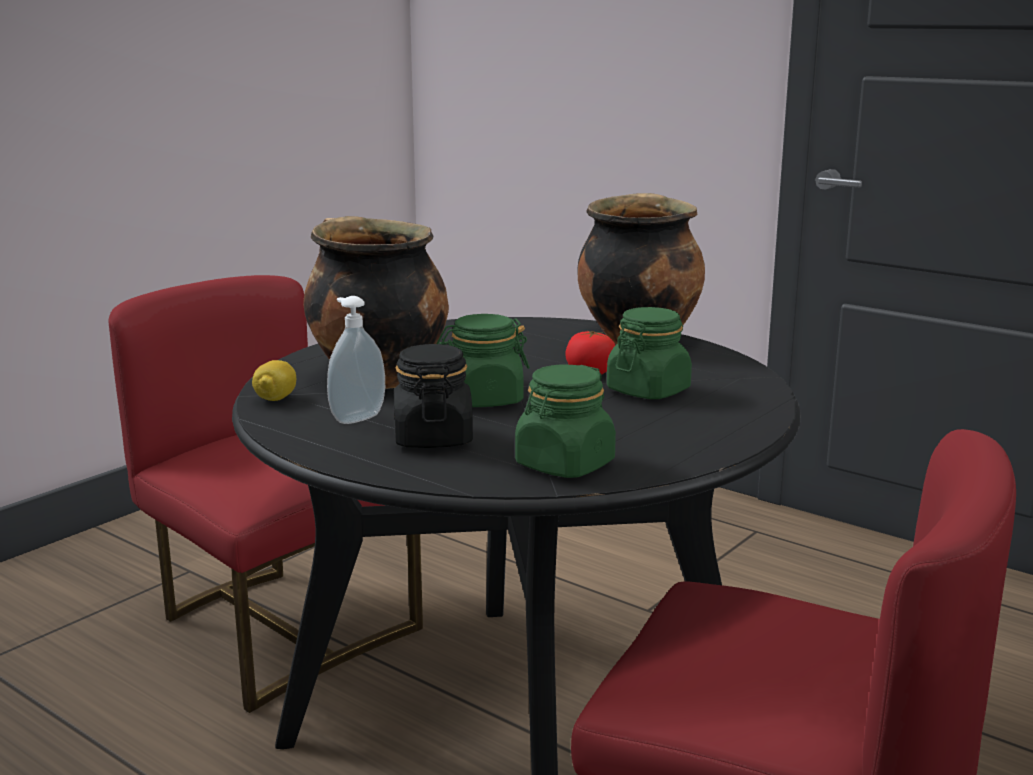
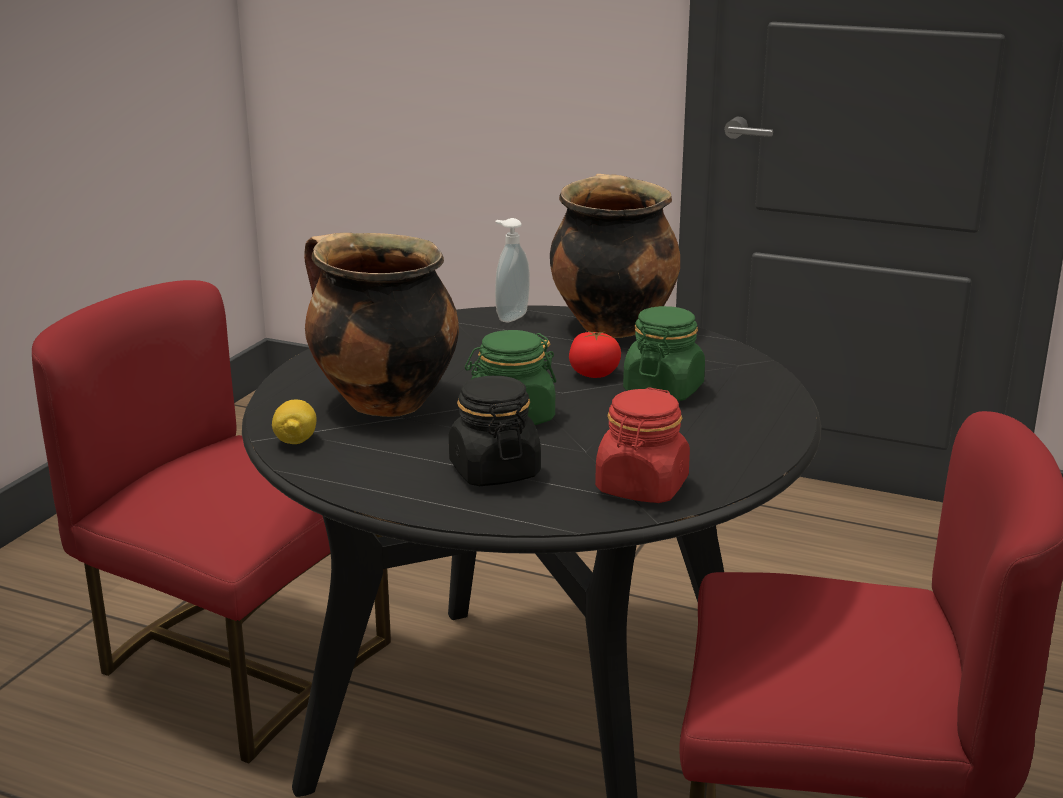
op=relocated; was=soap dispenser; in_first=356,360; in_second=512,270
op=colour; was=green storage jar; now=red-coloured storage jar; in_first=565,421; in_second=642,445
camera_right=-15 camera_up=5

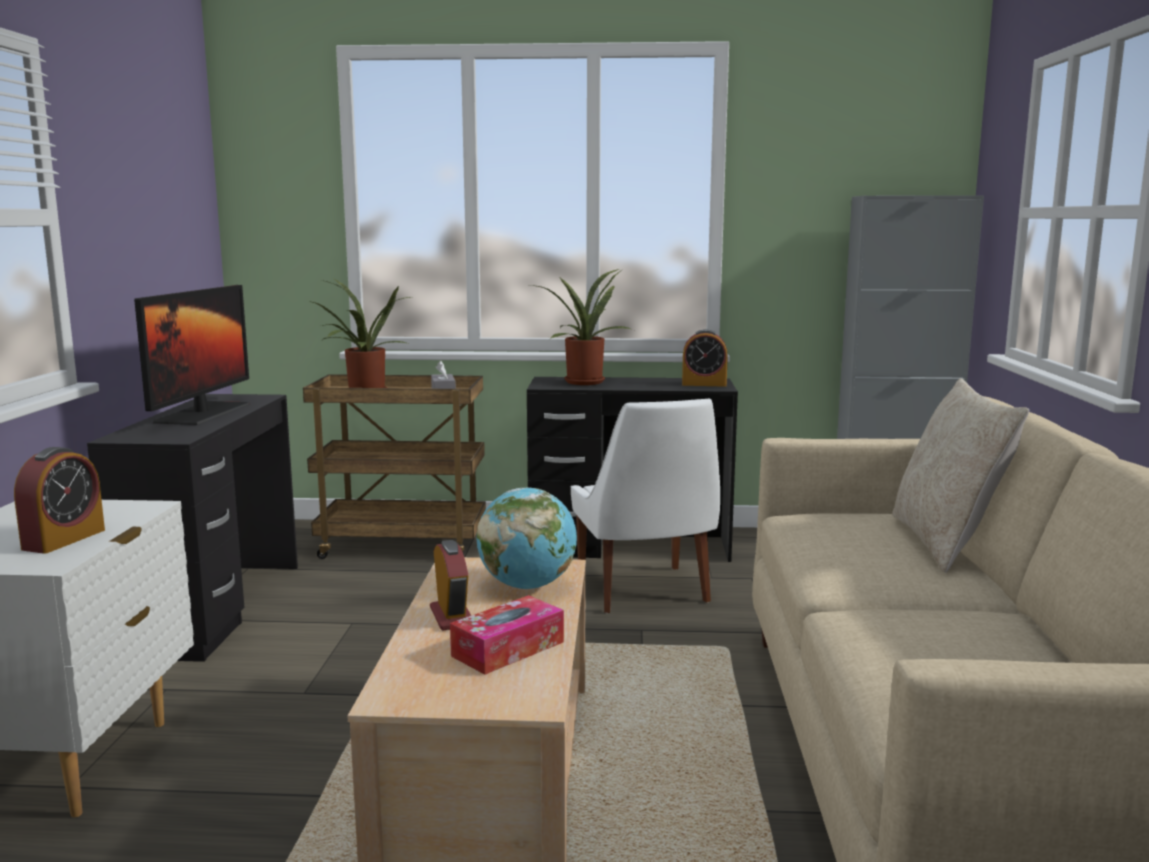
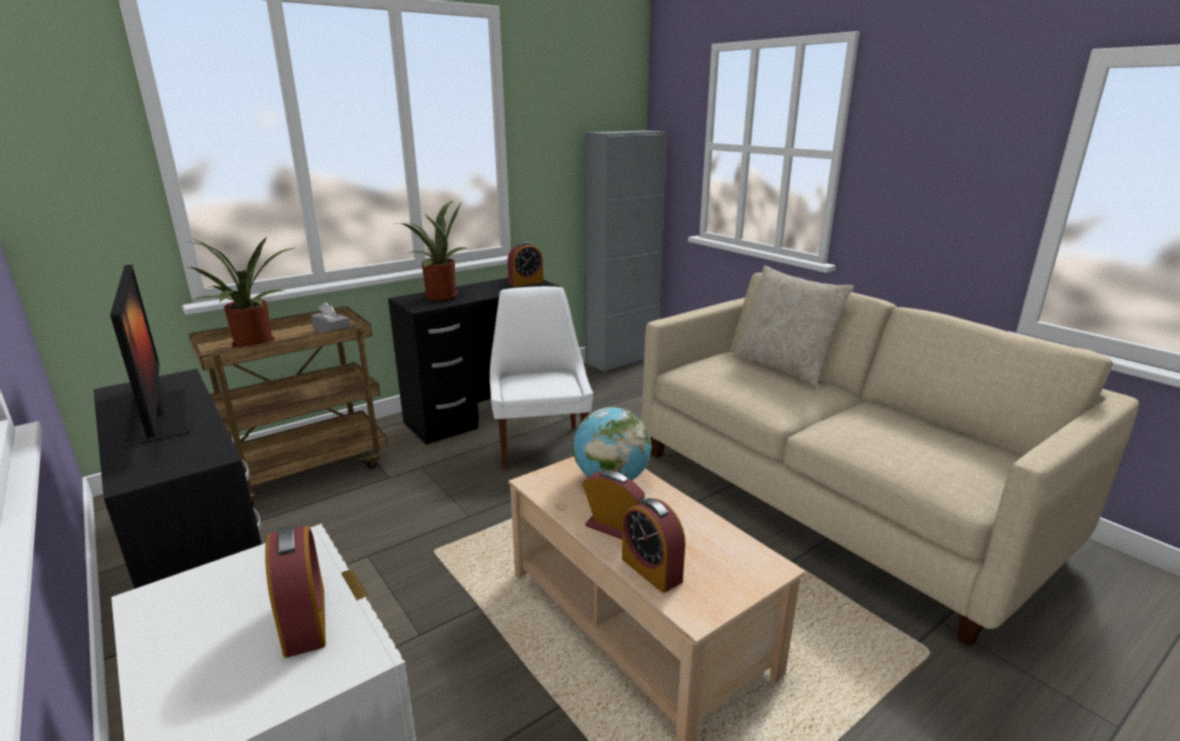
op=spun; was=whitish upright chair; in_first=645,506; in_second=541,377; clockwise=-135
op=missing; was=box of tissues; in_first=507,635
op=appeared; now=alarm clock; in_second=653,545
camera_right=-40 camera_up=10

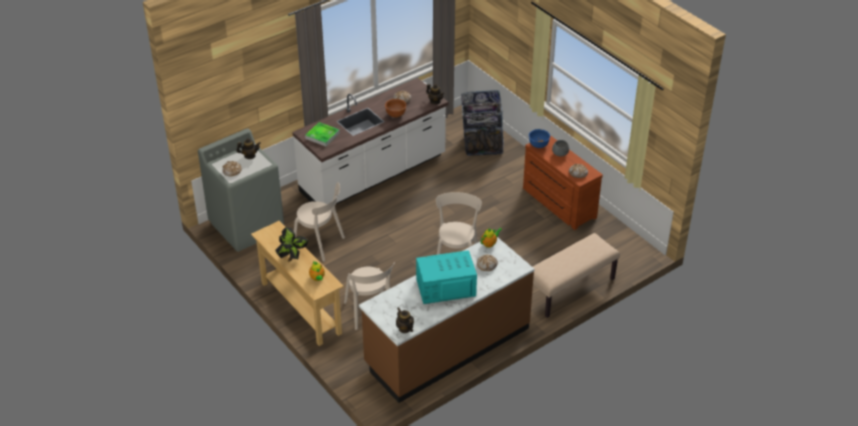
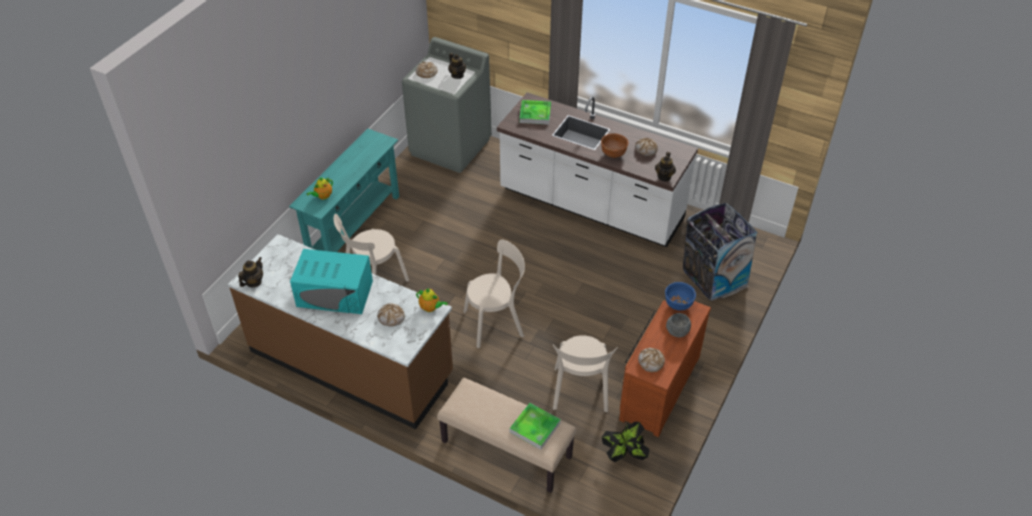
op=relocated; was=beige upright chair; in_first=319,221; in_second=585,373
op=colour; was=beige narrow table; now=turquoise-coloured narrow table; in_first=297,283; in_second=344,190
op=relocated; was=plant in a pot; in_first=291,244; in_second=625,442
op=spun; was=turquoise-coloured microwave oven; in_first=446,277; in_second=331,281; clockwise=135
op=appeared; now=serving tray; in_second=535,426
camera_right=65 camera_up=5

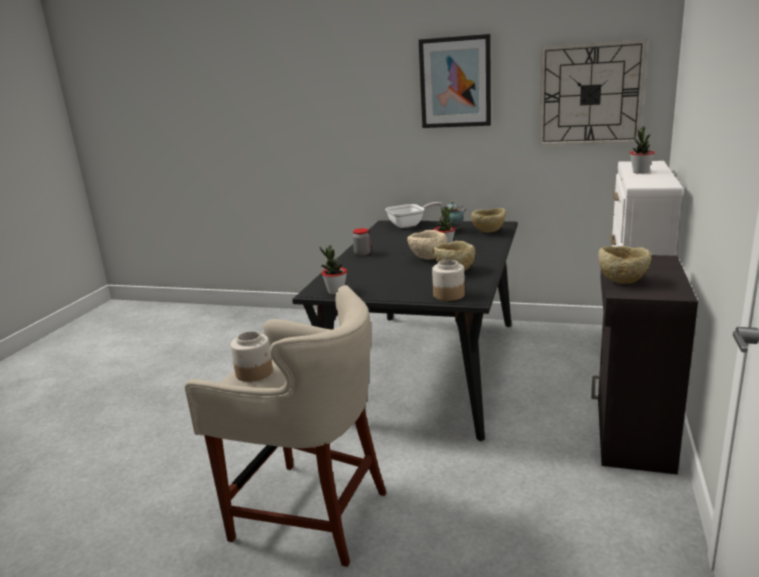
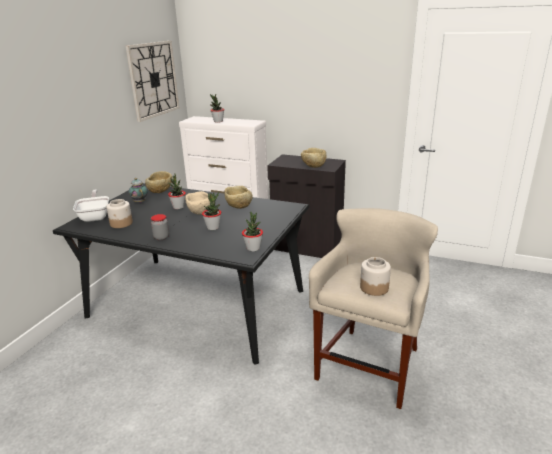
op=missing; was=wall art; in_first=455,81
op=relocated; was=storage jar; in_first=448,280; in_second=119,213
op=appeared; now=plant in a pot; in_second=211,211
camera_right=-85 camera_up=5

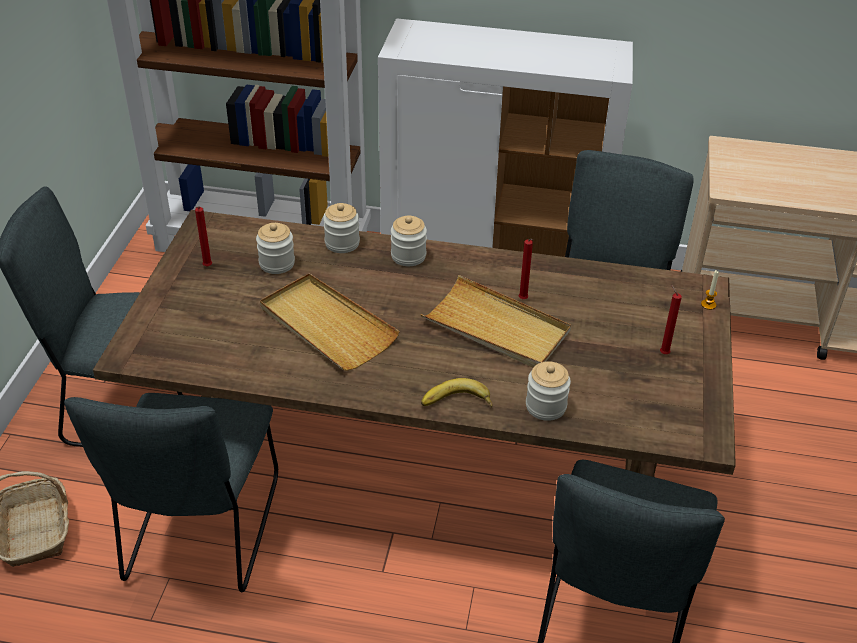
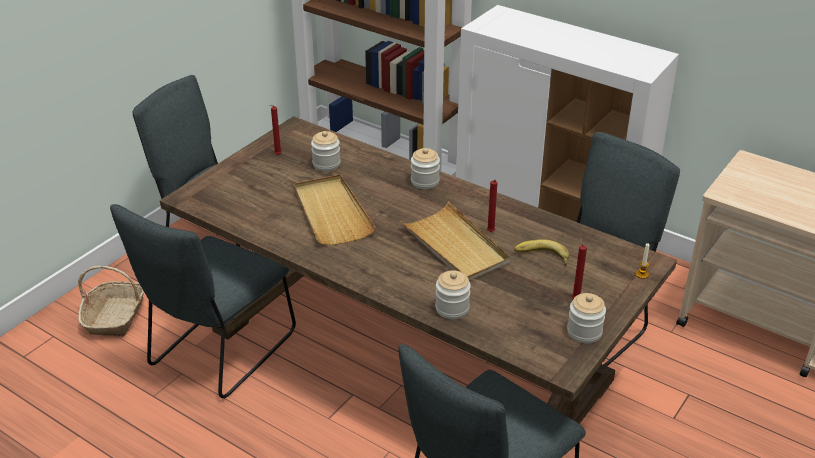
op=relocated; was=storage jar; in_first=341,228; in_second=586,318
op=relocated; was=whole banana; in_first=457,393; in_second=541,252
camera_right=25 camera_up=-5

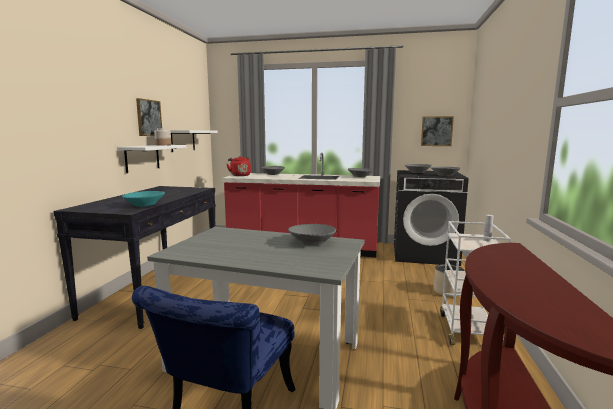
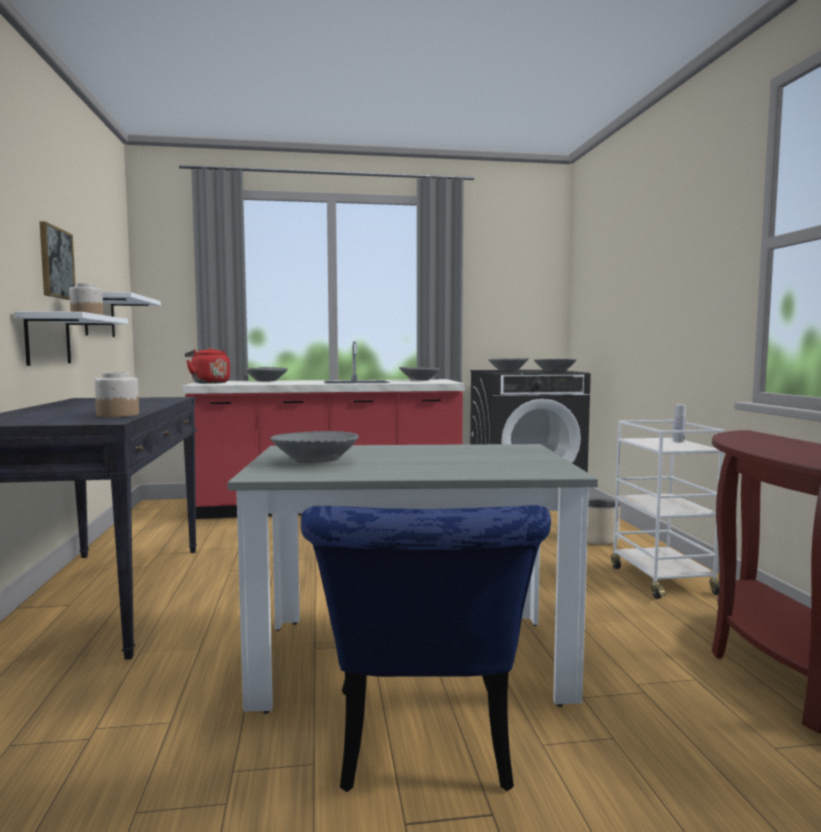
op=missing; was=wall art; in_first=437,131
op=exchanged; was=turquoise-coloured bowl; now=storage jar; in_first=143,199; in_second=117,394
op=relocated; was=grey bowl; in_first=312,234; in_second=314,447
camera_right=-20 camera_up=-5

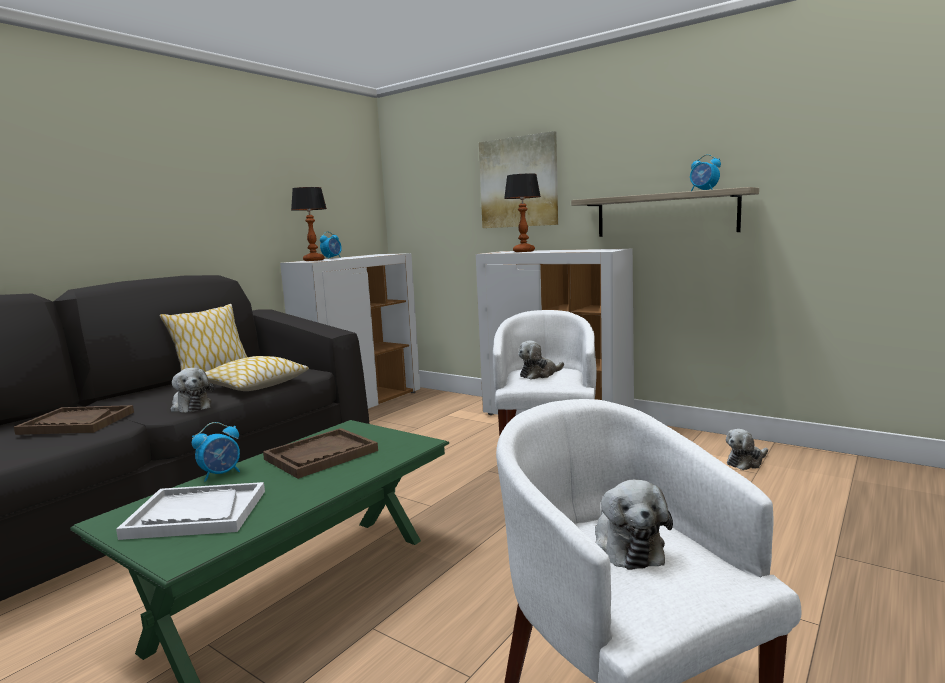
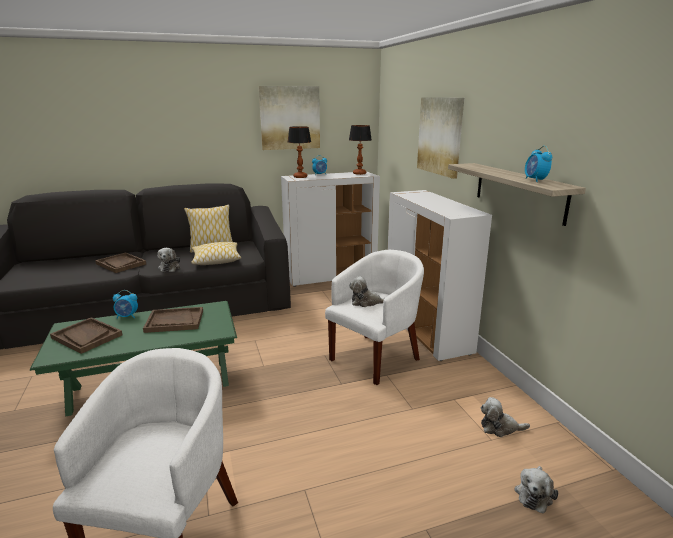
op=relocated; was=tabletop lamp; in_first=522,212; in_second=360,150
op=relocated; was=plush toy; in_first=634,525; in_second=536,490
op=colour; was=whitish serving tray; now=brown-coloured serving tray; in_first=190,511; in_second=86,335
op=appeared; now=wall art; in_second=289,118
camera_right=35 camera_up=10

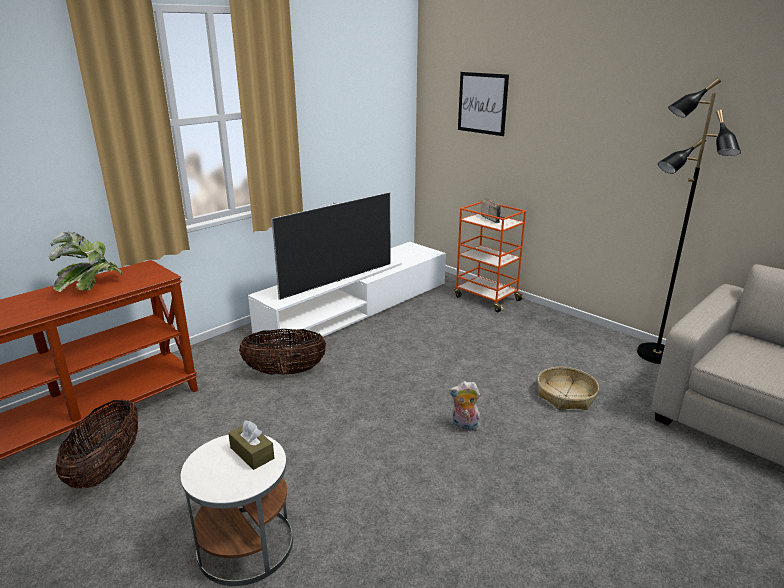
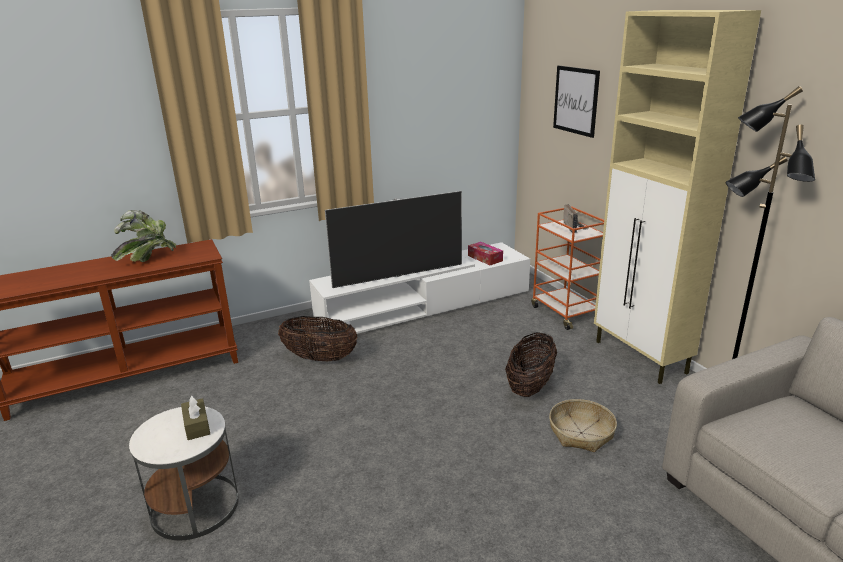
op=missing; was=plush toy; in_first=464,406
op=relocated; was=storage basket; in_first=97,444; in_second=531,364
op=appeared; now=beige cupboard; in_second=677,197
op=appeared; now=box of tissues; in_second=485,253
camera_right=20 camera_up=0

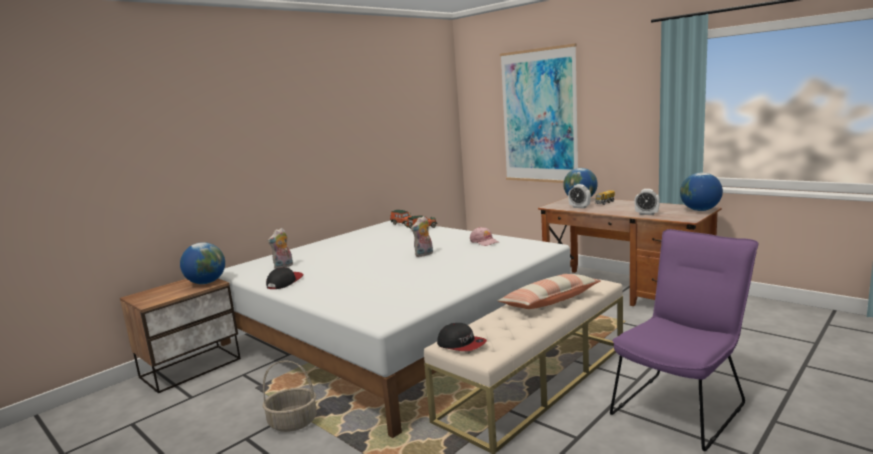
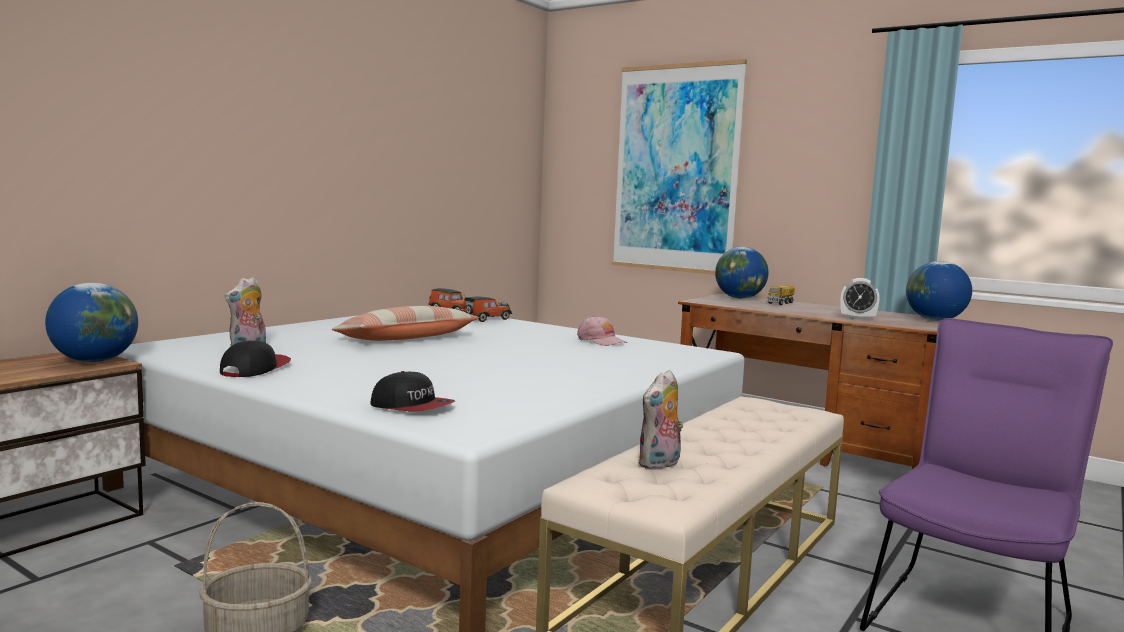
op=missing; was=alarm clock; in_first=579,196
op=relocated; was=plush toy; in_first=422,236; in_second=660,420
op=relocated; was=pillow; in_first=549,291; in_second=405,323
op=relocated; was=baseball cap; in_first=462,337; in_second=413,391
camera_right=-10 camera_up=-5

